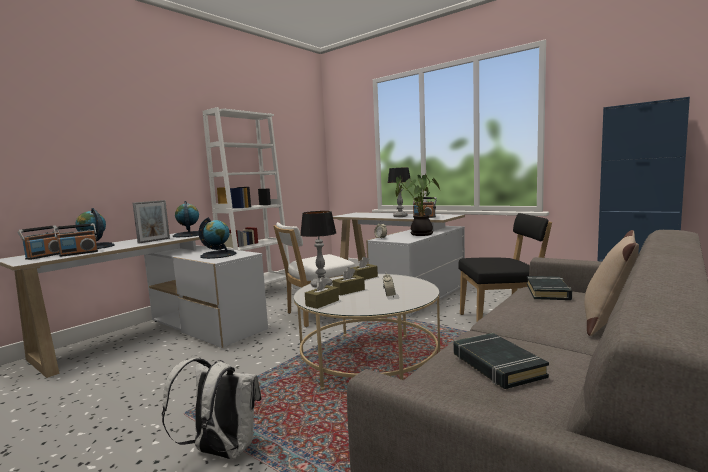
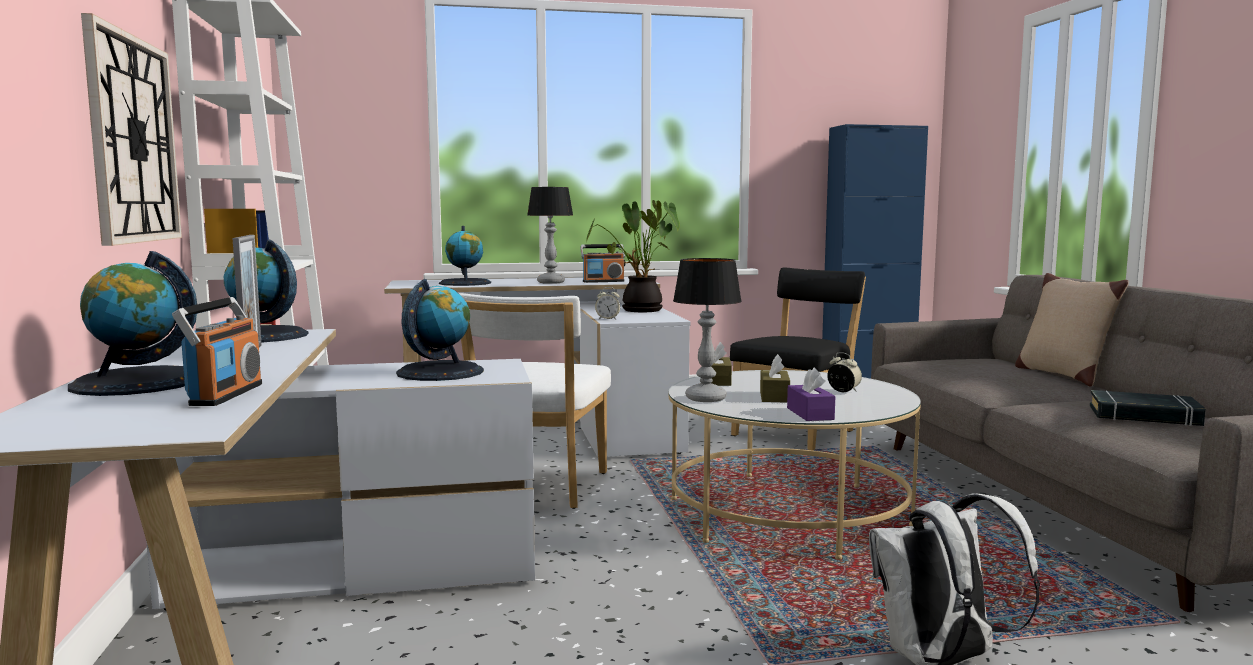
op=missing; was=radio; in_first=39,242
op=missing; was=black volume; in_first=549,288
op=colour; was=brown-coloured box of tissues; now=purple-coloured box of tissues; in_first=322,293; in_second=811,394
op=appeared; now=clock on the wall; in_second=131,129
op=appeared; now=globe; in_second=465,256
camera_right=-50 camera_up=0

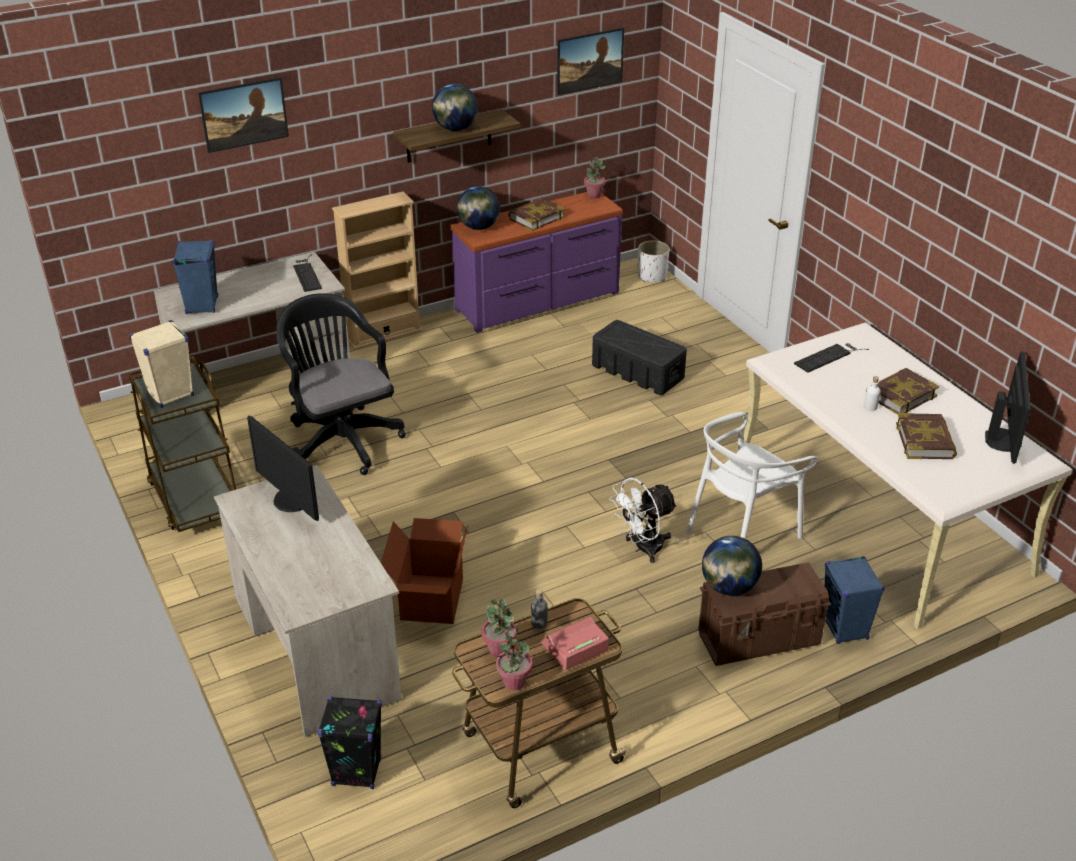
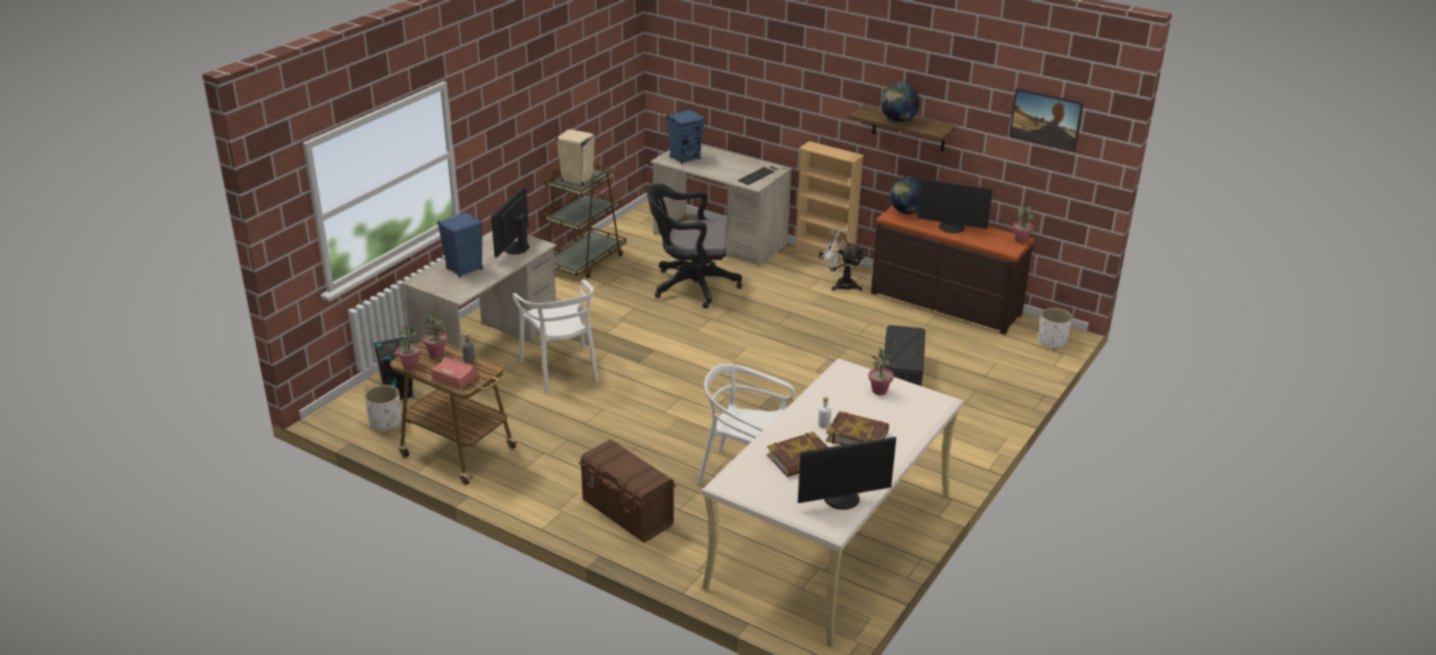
op=missing; was=wall art; in_first=243,115
op=colour; was=purple-coloured chest of drawers; now=brown-coloured chest of drawers; in_first=537,262; in_second=952,270
op=exchanged; was=volume; now=computer screen; in_first=536,214; in_second=955,206
op=spun; was=black desk chair; in_first=341,384; in_second=694,246; clockwise=-120
op=exchanged; was=computer keyboard; now=plant in a pot; in_first=831,358; in_second=881,371
op=relocated; was=whitish electric fan; in_first=643,520; in_second=843,259
op=exchanged; was=carton; now=whitish upright chair; in_first=425,571; in_second=555,336
op=missing; was=globe; in_first=732,566
op=relocated; was=bluish speaker; in_first=855,600; in_second=460,244
op=appeared; now=whitish planter; in_second=383,408
camera_right=60 camera_up=-5

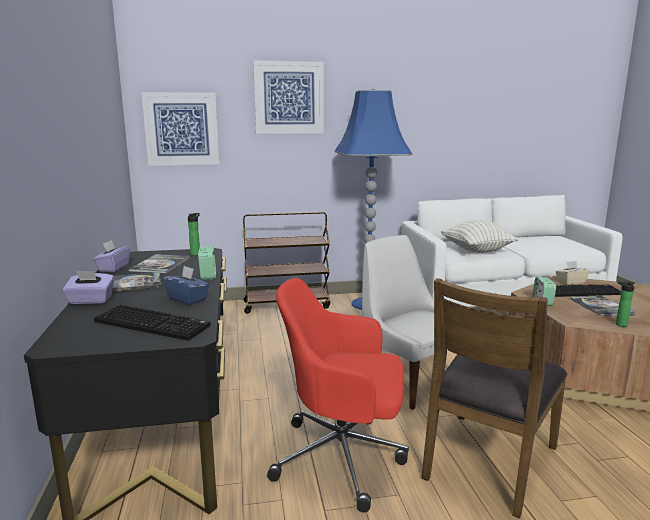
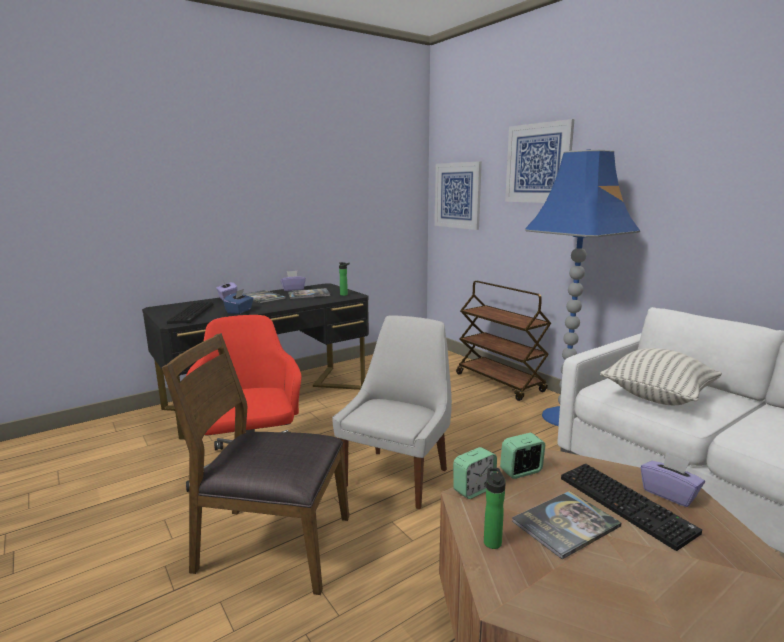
op=relocated; was=alarm clock; in_first=207,263; in_second=475,473
op=colour; was=beige box of tissues; now=purple-coloured box of tissues; in_first=572,273; in_second=673,480
camera_right=65 camera_up=0

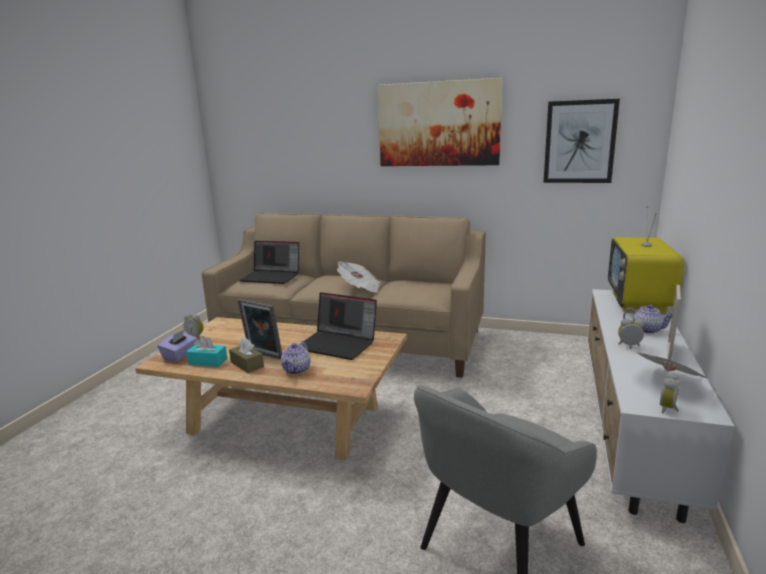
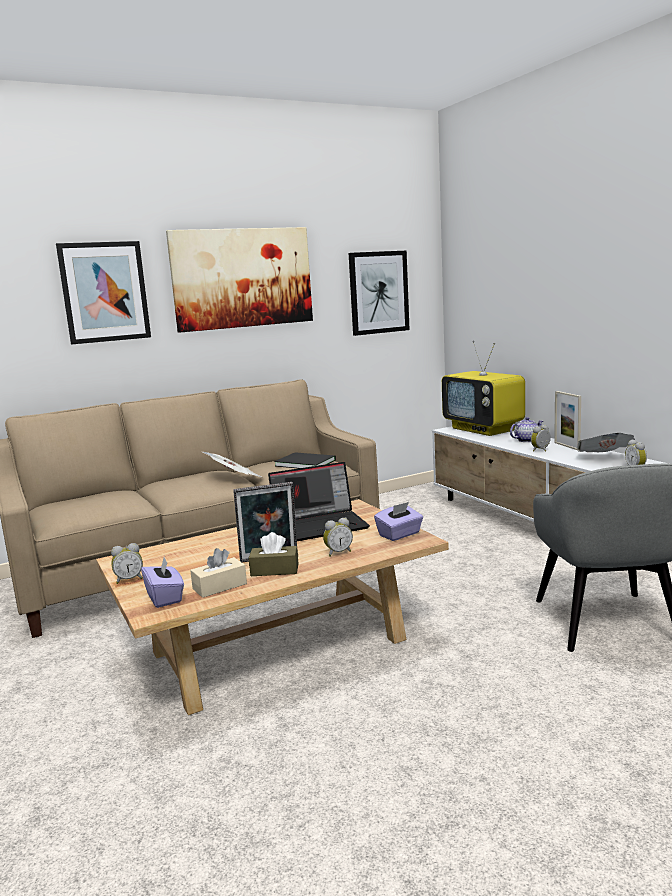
op=missing; was=laptop; in_first=269,262
op=colour; was=turquoise-coloured box of tissues; now=beige box of tissues; in_first=206,351; in_second=218,573
op=exchanged; was=pot for tea; now=alarm clock; in_first=296,357; in_second=338,536
op=appeared; now=wall art; in_second=103,292
op=appeared; now=black volume; in_second=305,460
op=appeared; now=purple-coloured box of tissues; in_second=398,521
camera_right=-45 camera_up=-5

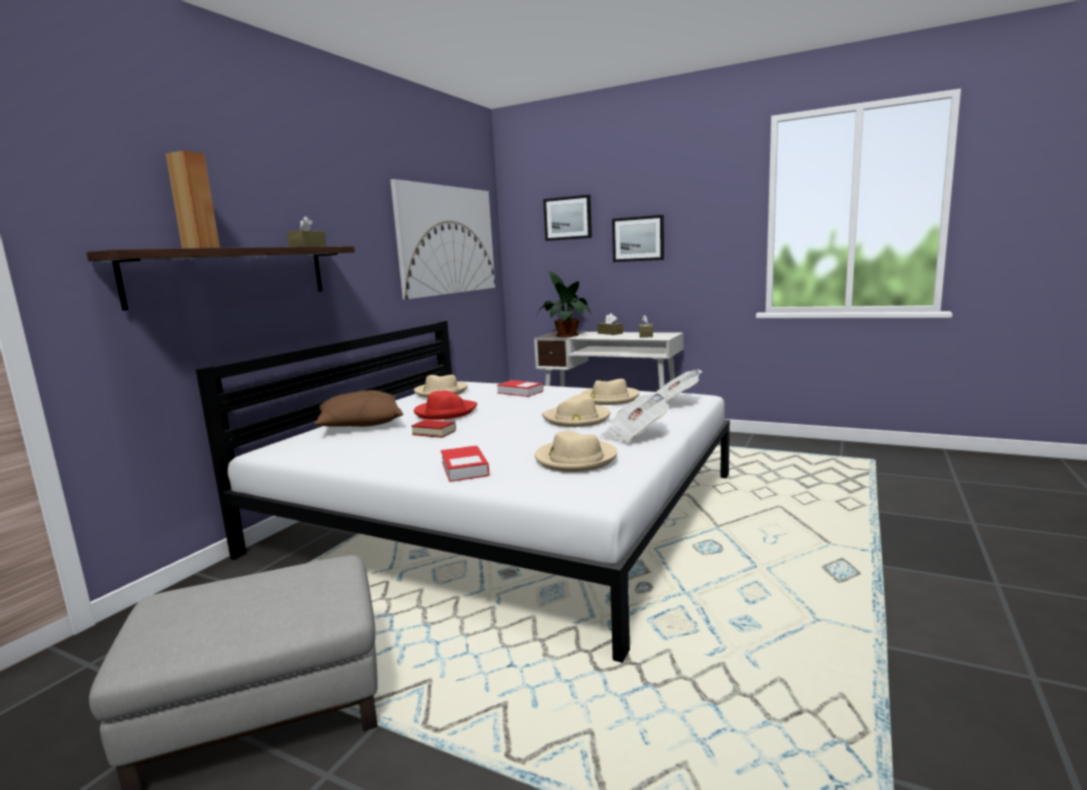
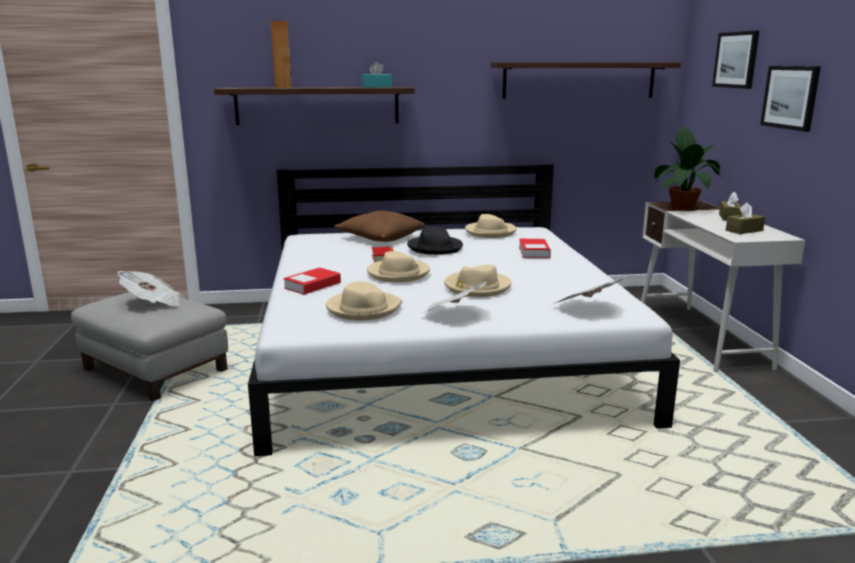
op=exchanged; was=wall art; now=bracket shelf; in_first=442,239; in_second=586,80
op=colour; was=brown-coloured box of tissues; now=turquoise-coloured box of tissues; in_first=306,231; in_second=376,74
op=relocated; was=beige wearable hat; in_first=610,392; in_second=398,266
op=colour; was=red-coloured wearable hat; now=black wearable hat; in_first=445,405; in_second=435,241
op=appeared; now=newspaper; in_second=148,288
camera_right=55 camera_up=5

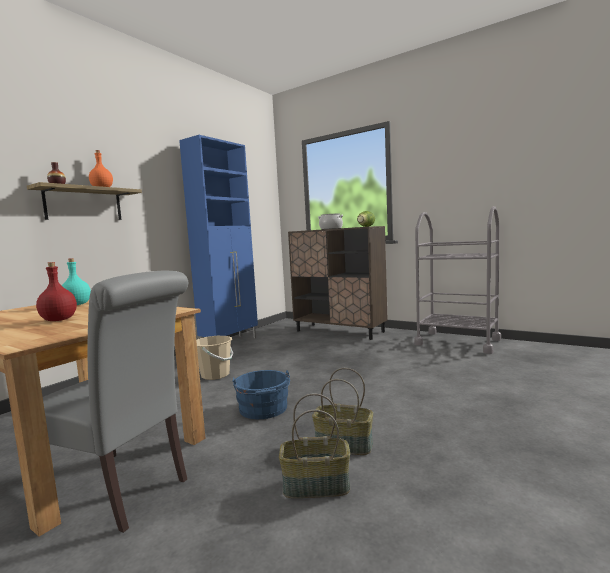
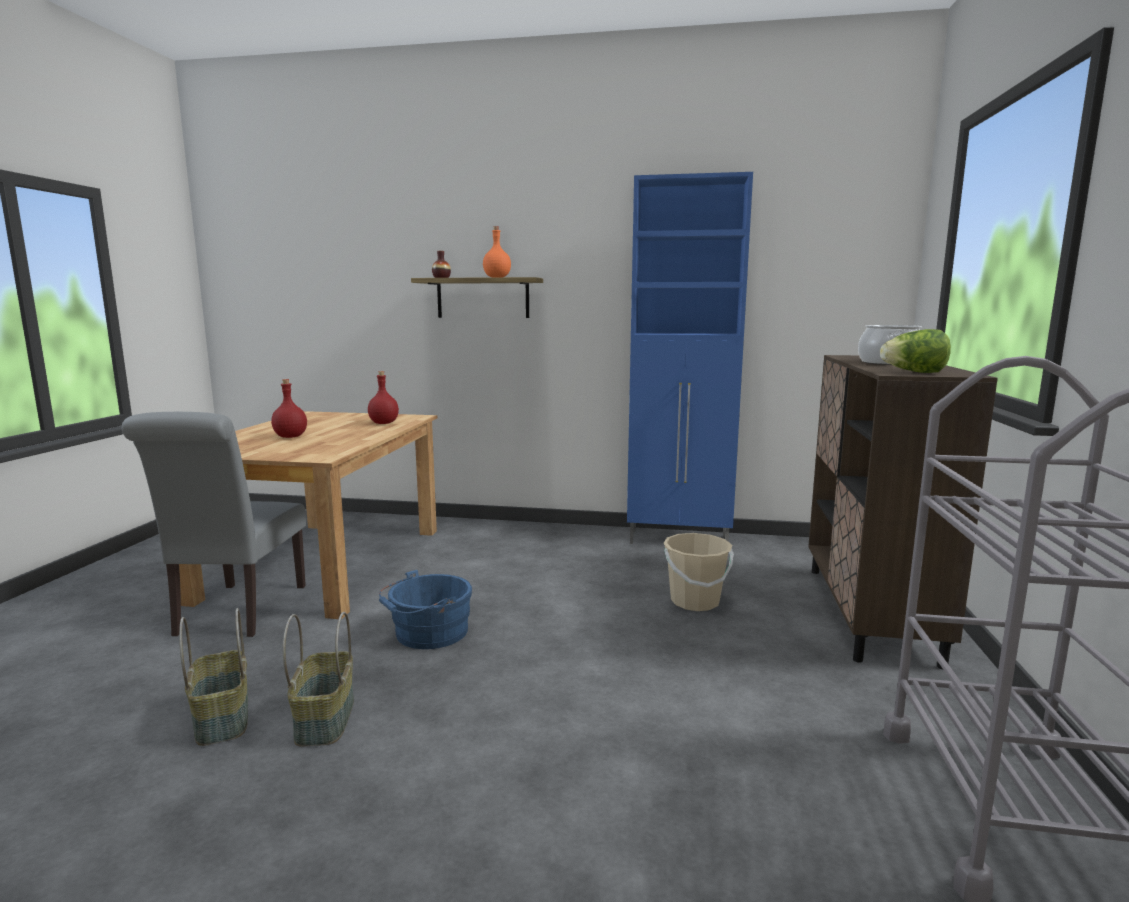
op=colour; was=turquoise-coloured bottle; now=red-coloured bottle; in_first=76,281; in_second=383,397
op=relocated; was=beige water bucket; in_first=214,358; in_second=698,572
camera_right=65 camera_up=5

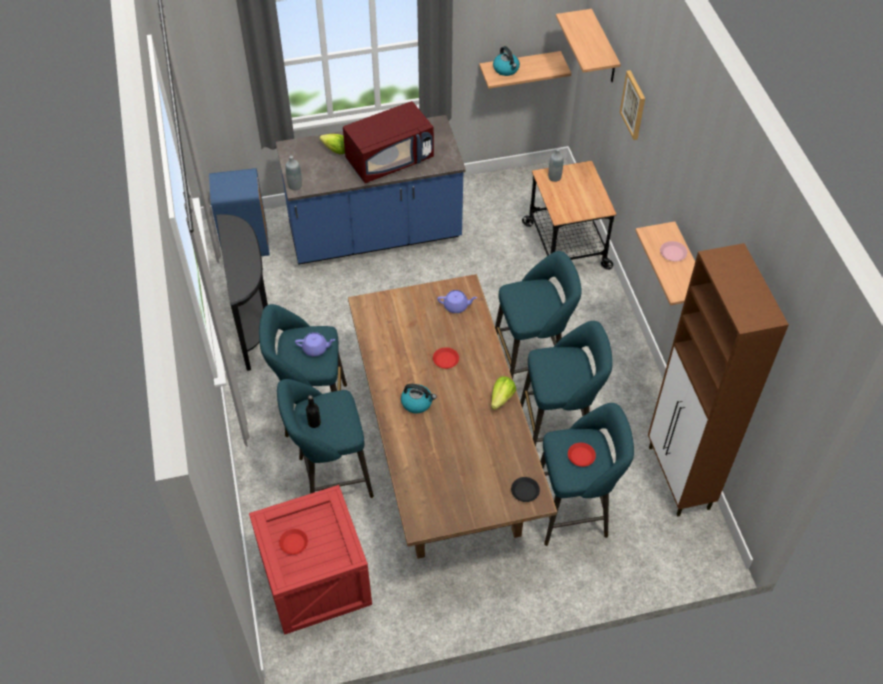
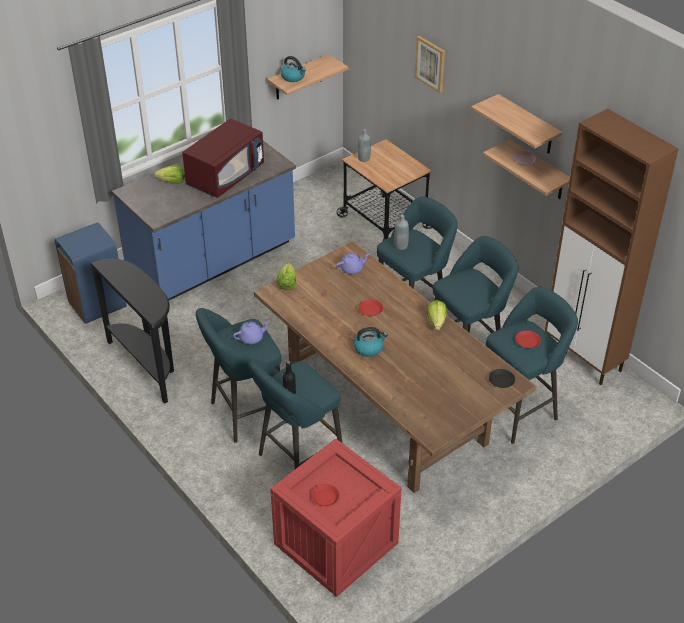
op=relocated; was=bracket shelf; in_first=588,45; in_second=516,124
op=relocated; was=grey bottle; in_first=294,173; in_second=401,232
op=appeared; now=lettuce; in_second=286,276
camera_right=-25 camera_up=-10

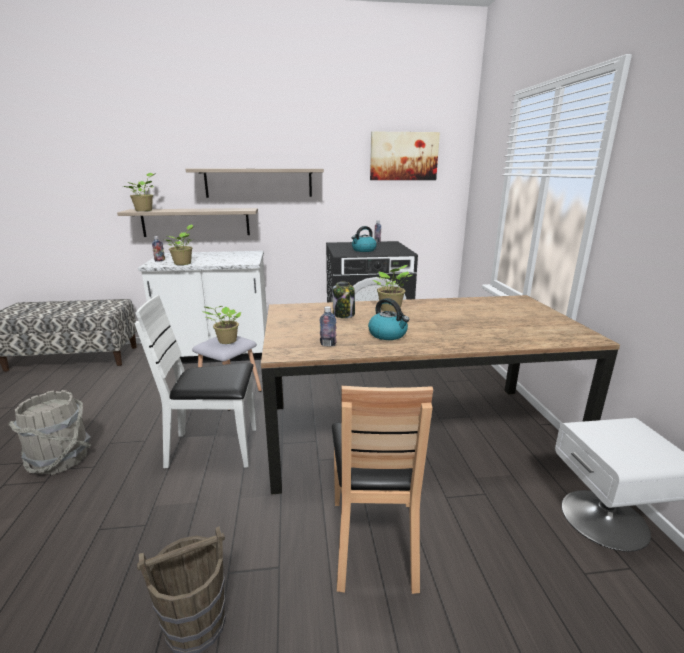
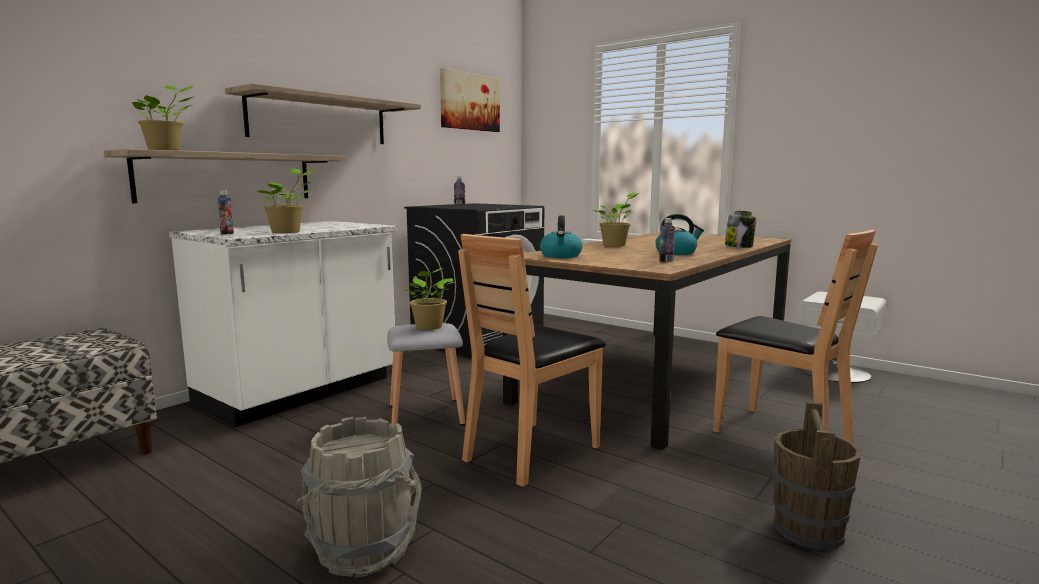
op=relocated; was=tea kettle; in_first=364,239; in_second=561,237
op=relocated; was=storage jar; in_first=343,300; in_second=740,229
op=colour; was=whitish upright chair; now=brown-coloured upright chair; in_first=196,381; in_second=532,360
camera_right=-45 camera_up=-10

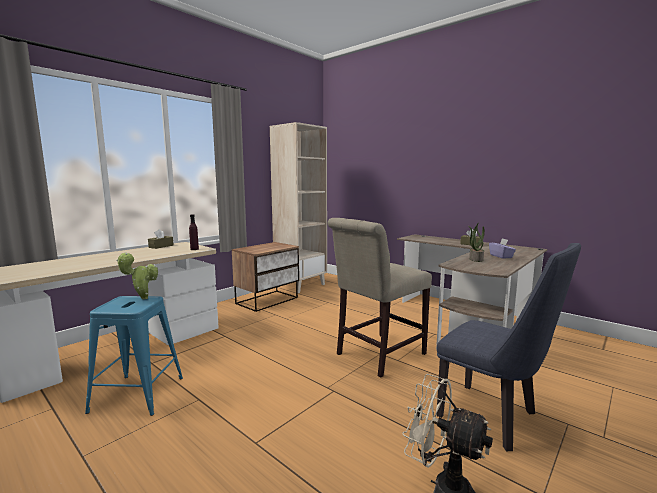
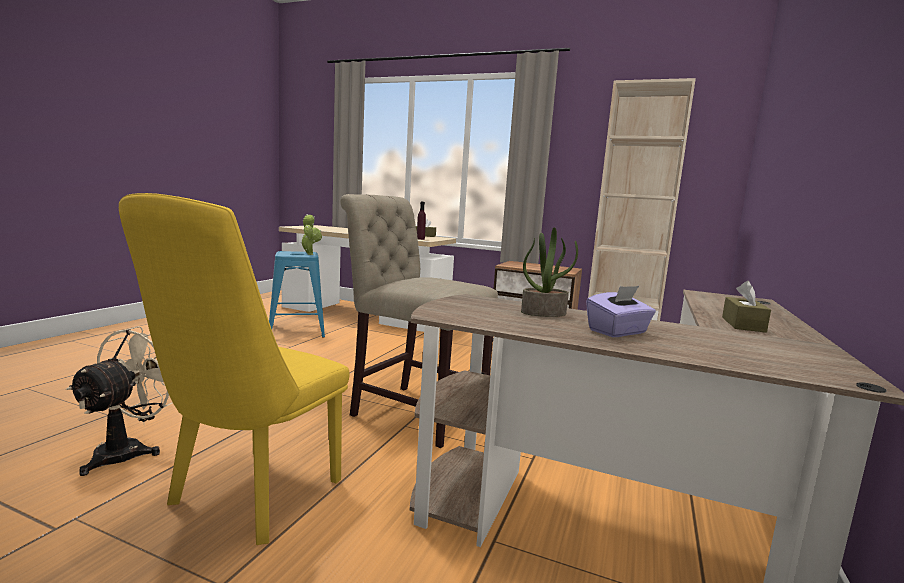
op=colour; was=bluish upright chair; now=yellow-coloured upright chair; in_first=509,347; in_second=234,369
camera_right=70 camera_up=0

